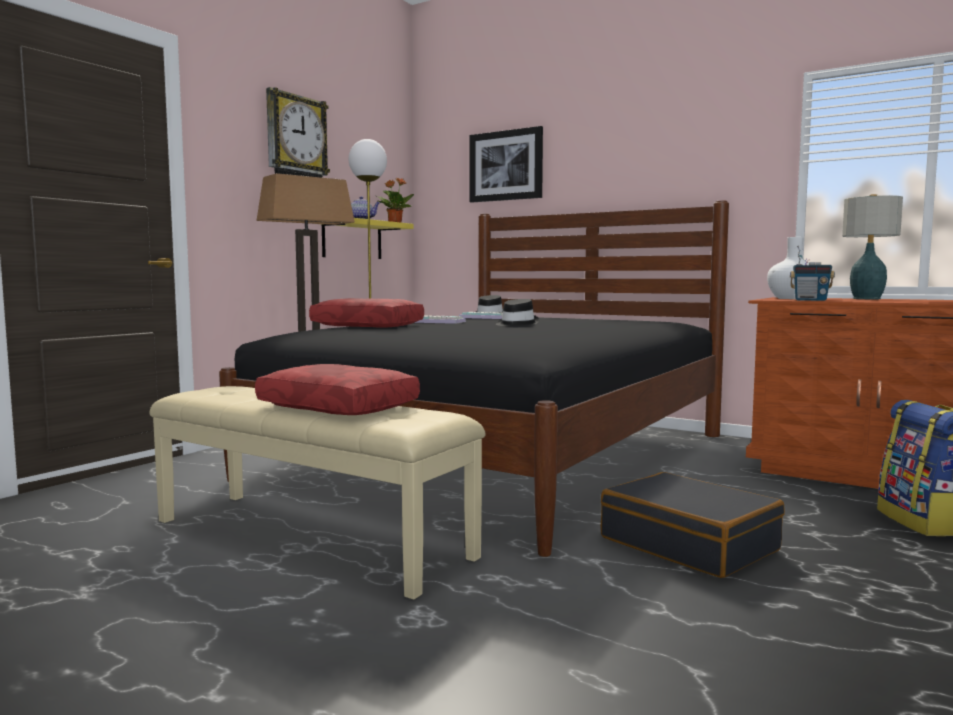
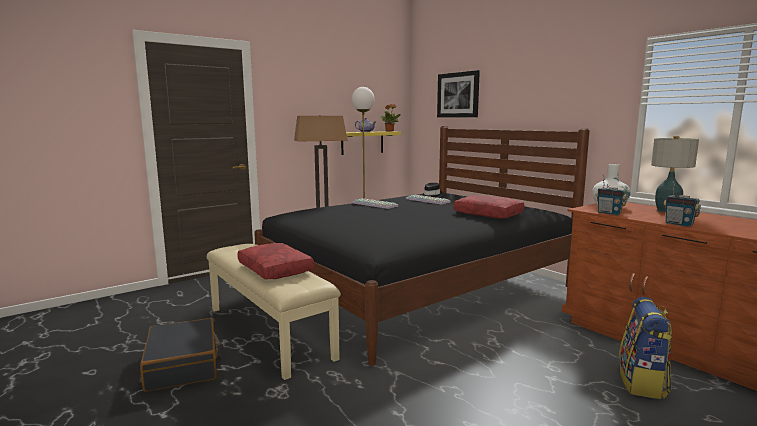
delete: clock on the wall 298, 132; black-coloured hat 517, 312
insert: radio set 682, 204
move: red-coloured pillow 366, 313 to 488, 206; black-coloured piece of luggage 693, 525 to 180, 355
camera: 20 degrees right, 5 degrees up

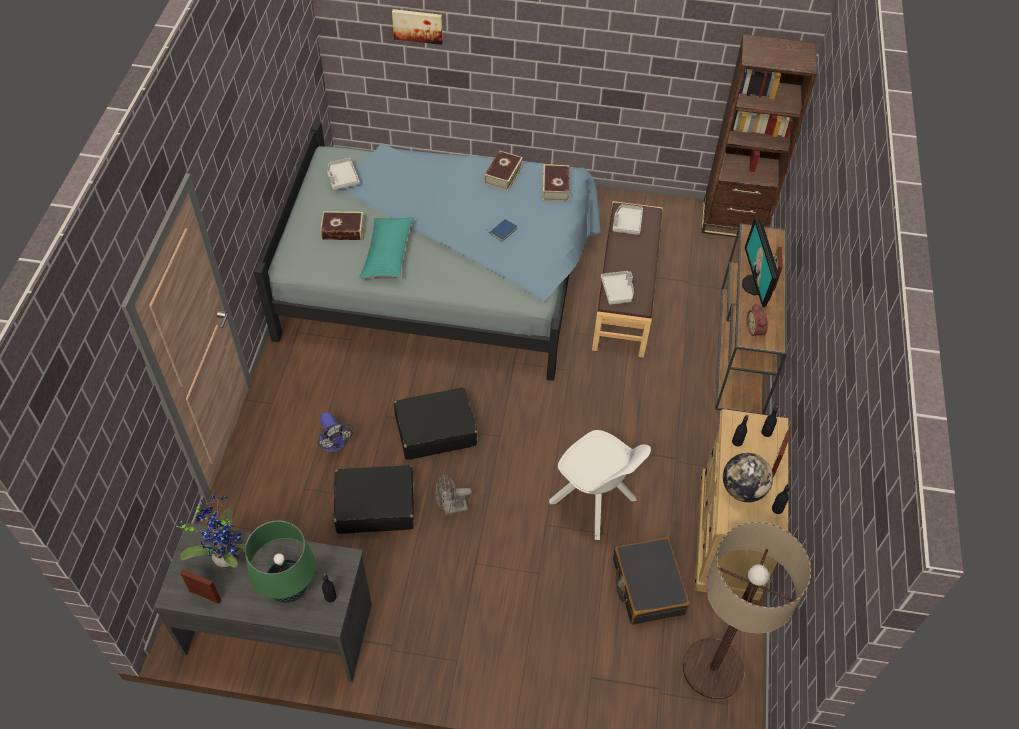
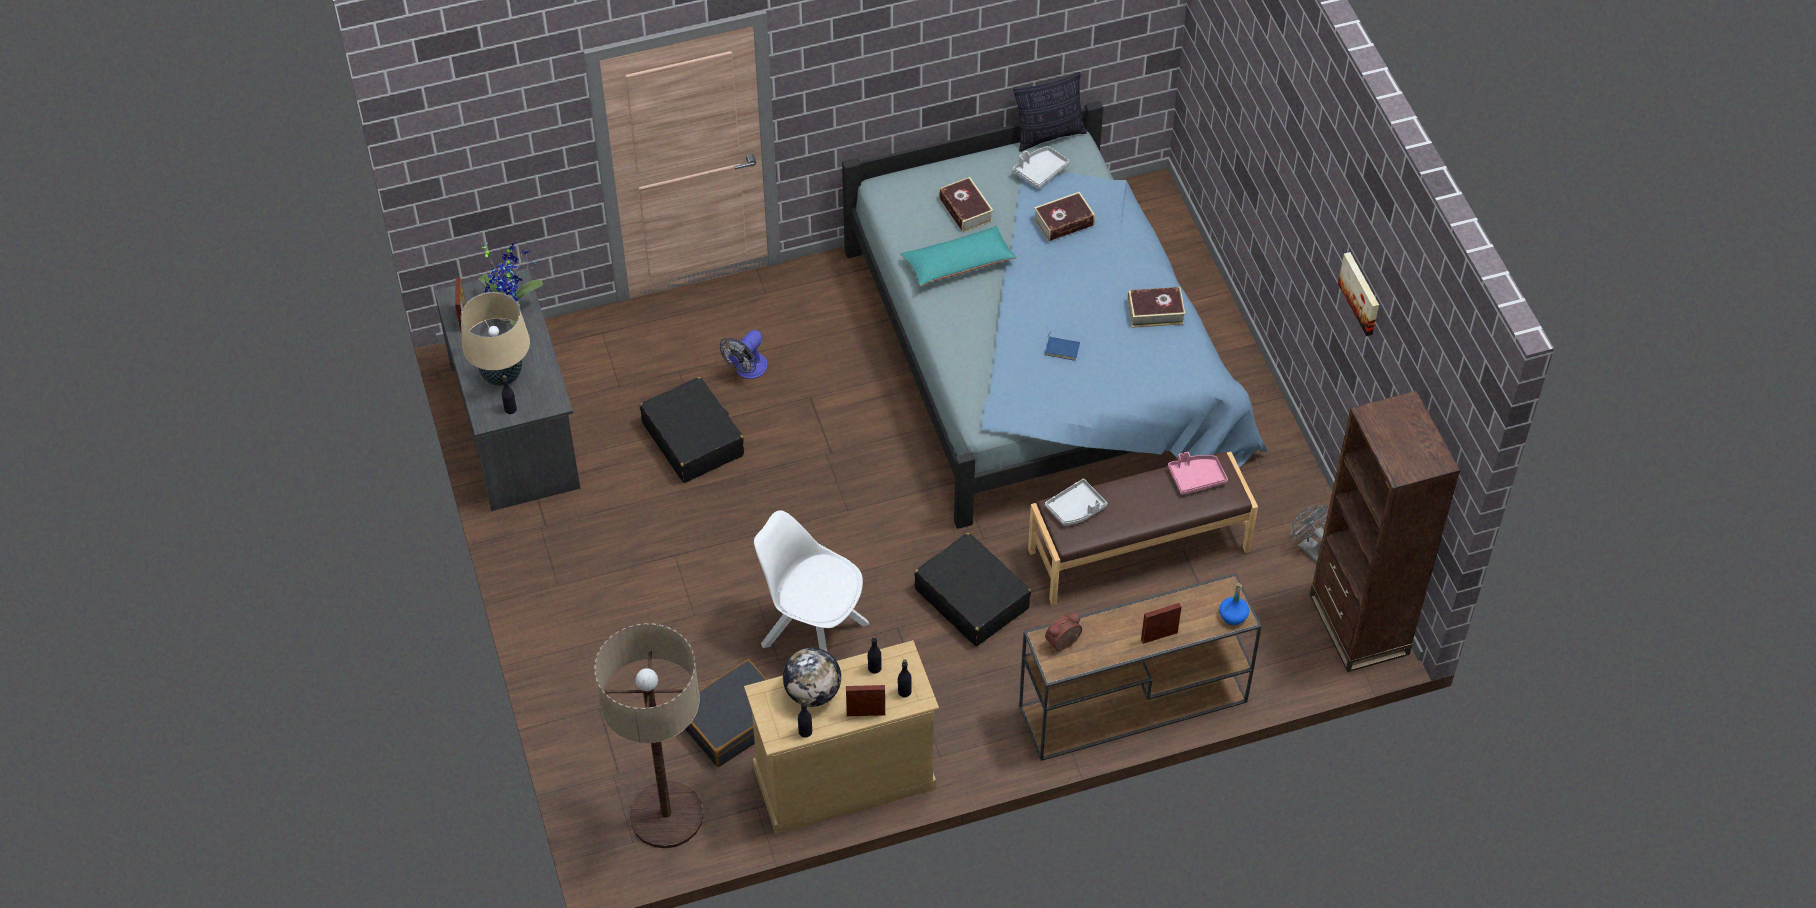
delete: computer display 760, 262
insert: pillow 1050, 112; blue bottle 1234, 604
move: wall picture 417, 27 to 1358, 294; bound book 556, 182 to 1064, 217; black-coloured piece of luggage 435, 423 to 972, 589; greyish fan 453, 494 to 1309, 534
recolor: greyish carrying tray 628, 219 to pink-coloured carrying tray 1198, 473; greenish tabletop lamp 280, 562 to sand-coloured tabletop lamp 495, 339
rotate: white-coloured plain chair 600, 485 = 812, 581 105 degrees clockwise
camera: 65 degrees right, 0 degrees up

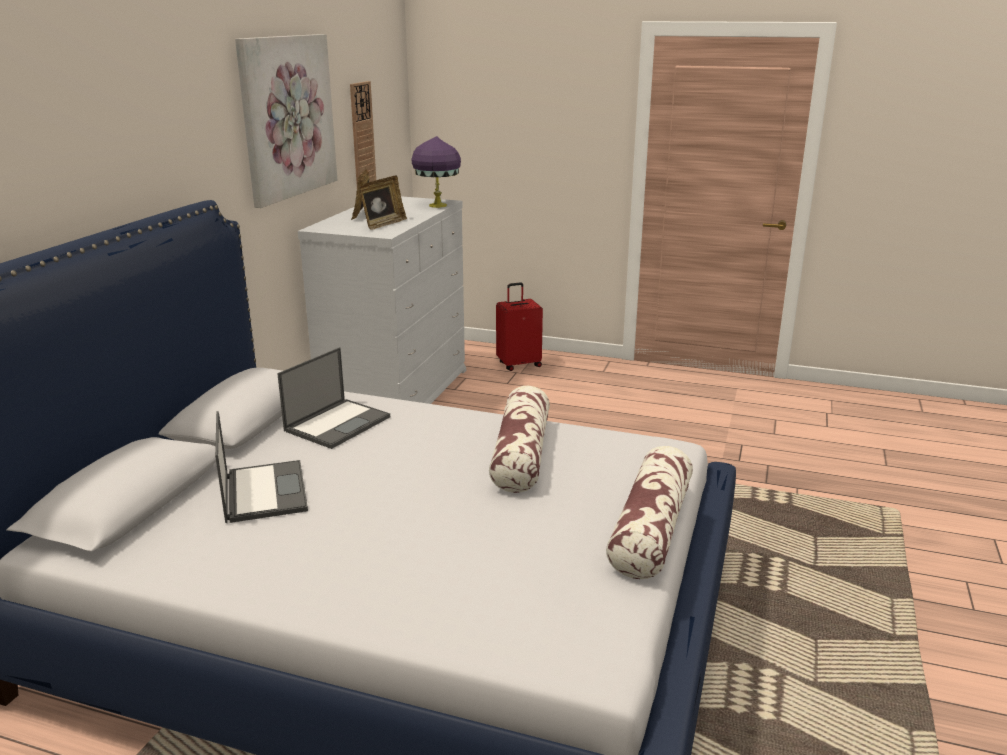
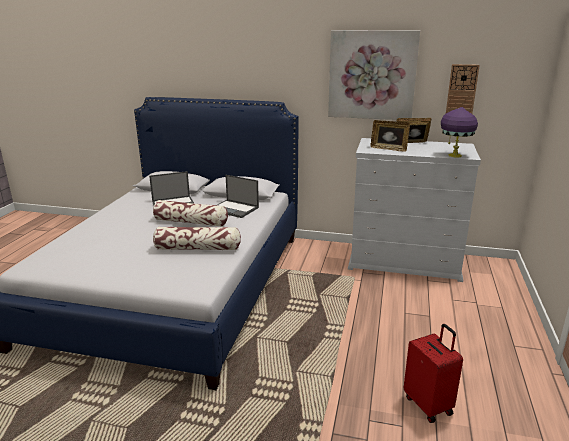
move: red-coloured piece of luggage 519, 326 to 433, 373; pillow 649, 512 to 190, 213
camera: 85 degrees right, 0 degrees up

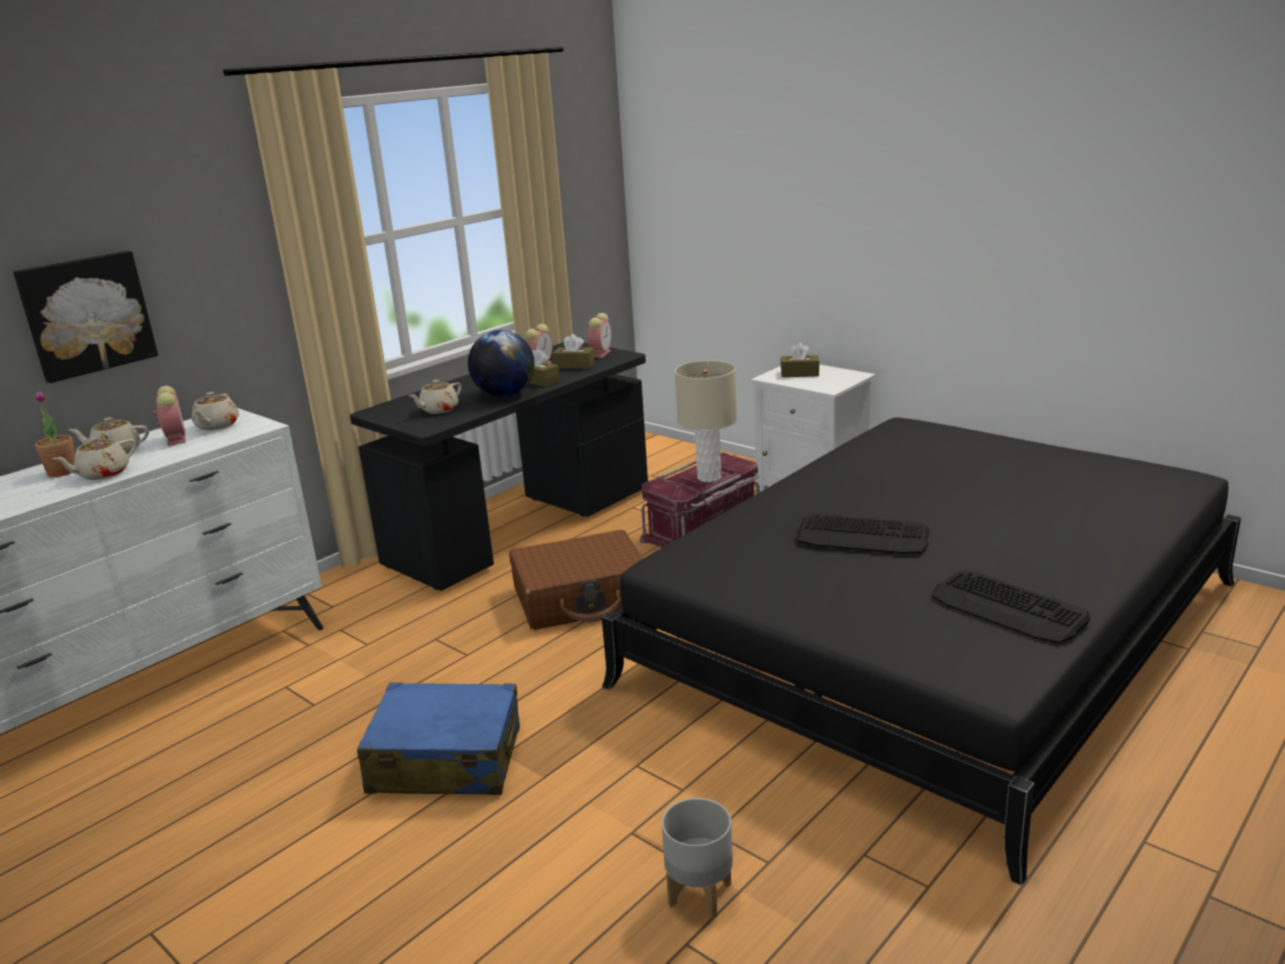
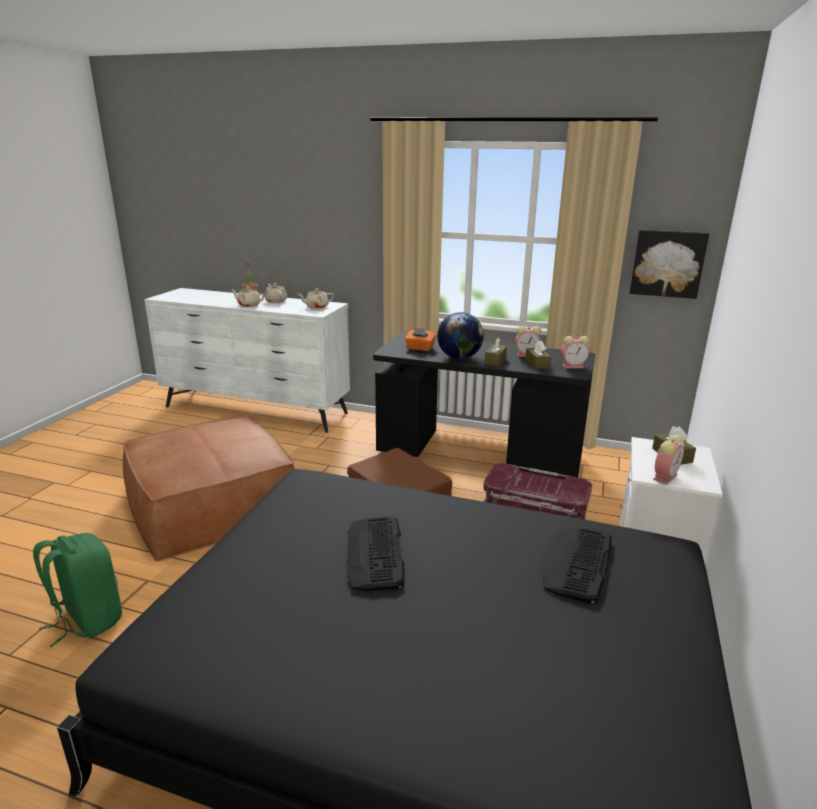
delete: sand-coloured tabletop lamp 706, 421
move: wall picture 85, 317 to 669, 264; table clock 169, 416 to 668, 459; keyboard 1010, 606 to 577, 565
replace: sand-coloured tea pot 435, 397 to orangey tissue box 420, 339; blue piece of luggage 438, 738 to brown-coloured footrest 209, 488; greyish plant pot 697, 858 to greenish rucksack 77, 590
camera: 65 degrees right, 0 degrees up

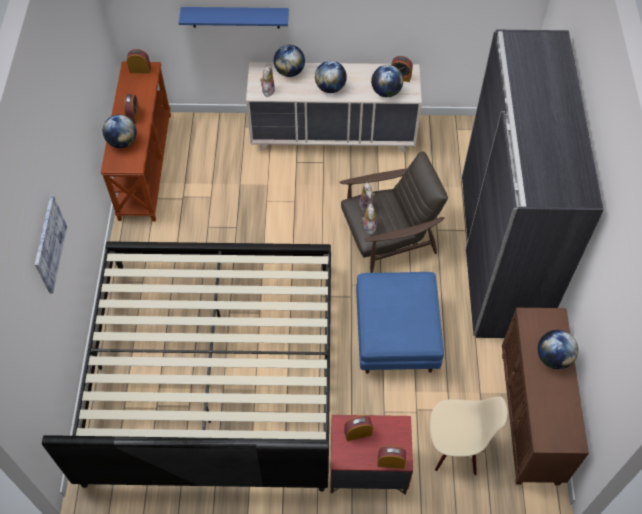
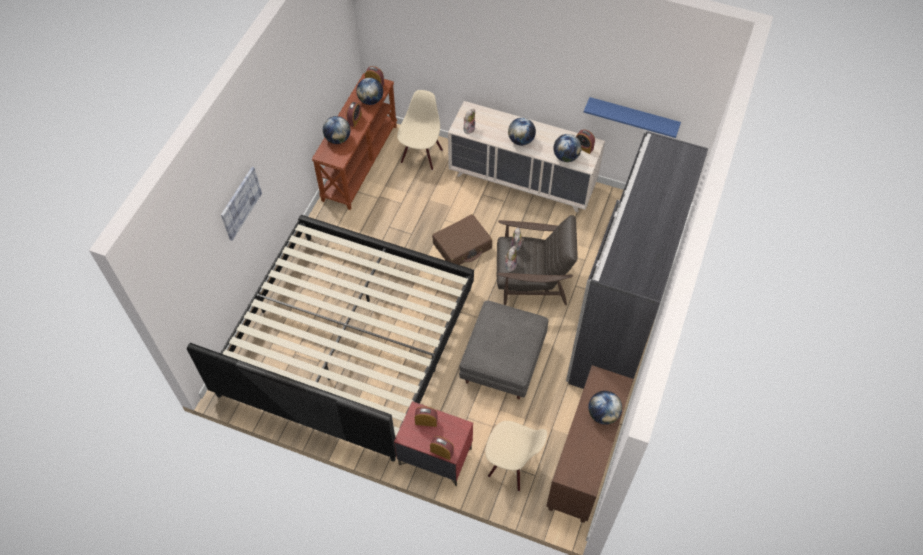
insert: sand-coloured plain chair 420, 130; brown-coloured piece of luggage 462, 239
move: blue bracket shelf 234, 17 to 632, 117; world globe 289, 61 to 369, 91
recolor: blue footrest 400, 323 to greyish footrest 503, 350
camera: 20 degrees right, 0 degrees up

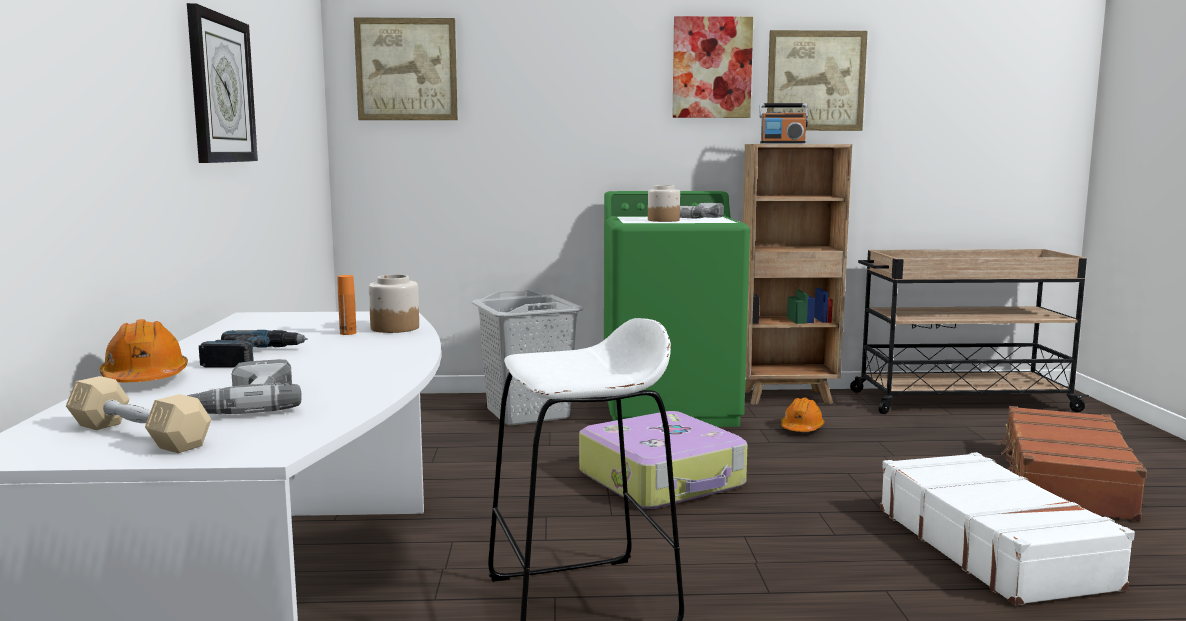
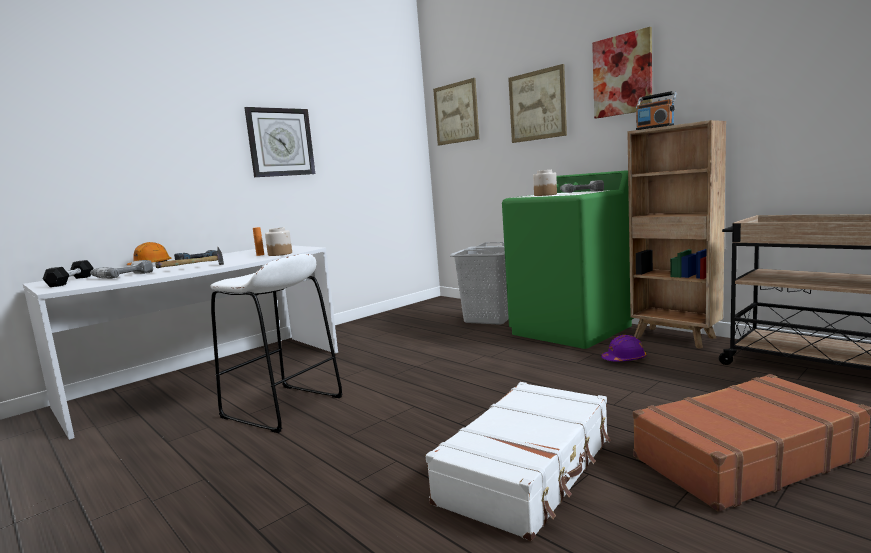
delete: piece of luggage 663, 460
insert: hammer 189, 257
move: wall picture 817, 80 to 537, 103
recolor: sand-coloured free weight 138, 414 to black-coloured free weight 68, 273; orangey safety helmet 803, 414 to purplish safety helmet 624, 348
camera: 50 degrees right, 0 degrees up

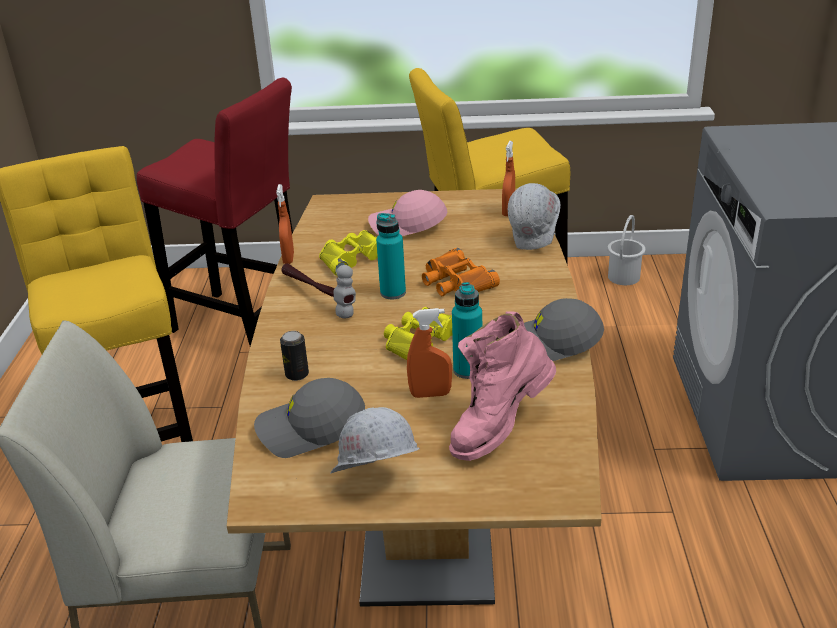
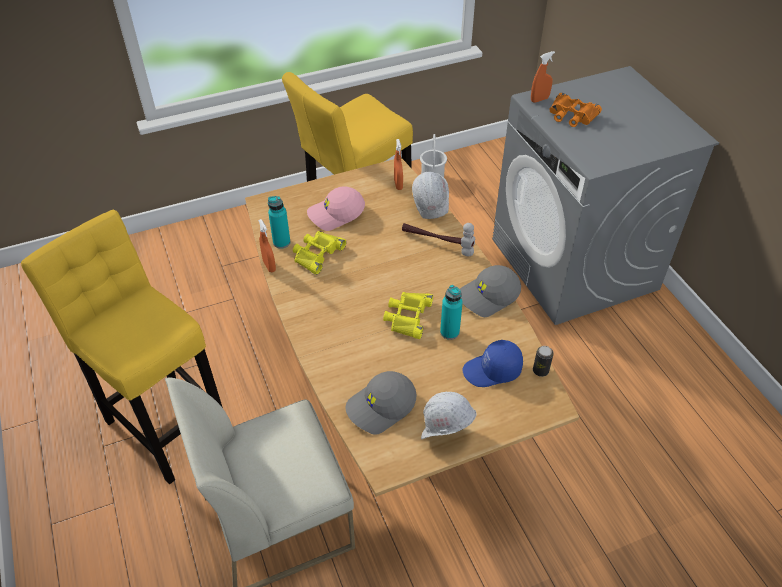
delete: red-coloured stool seat 215, 211
move: turquoise-coloured bottle 391, 256 to 279, 222; orangey pair of binoculars 461, 272 to 575, 110; hammer 318, 290 to 438, 239; orangey hand sprayer 429, 353 to 543, 77; metal can 294, 356 to 543, 361
replace: pink-coloured boot 502, 386 to blue cap 493, 363
camera: 25 degrees left, 15 degrees up

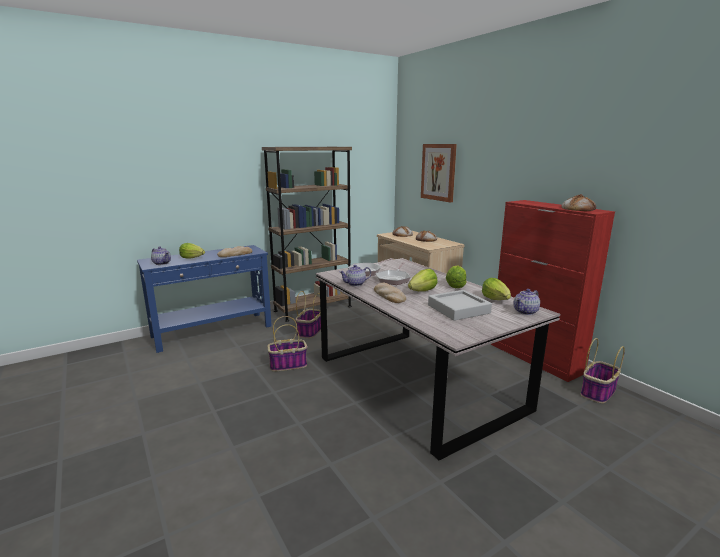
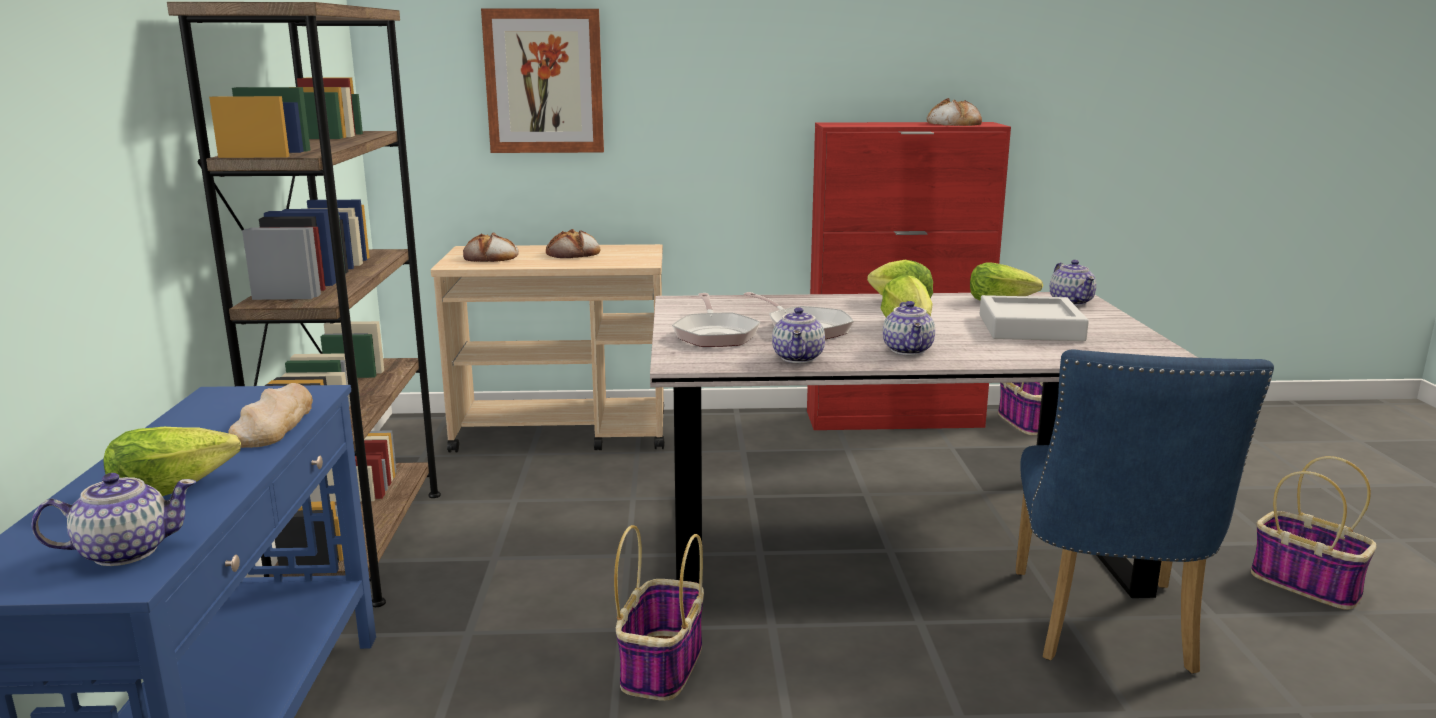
insert: blue plain chair 1144, 511
move: basket 308, 314 to 1314, 533
replace: bread 390, 293 to tea pot 909, 328
camera: 60 degrees left, 0 degrees up

